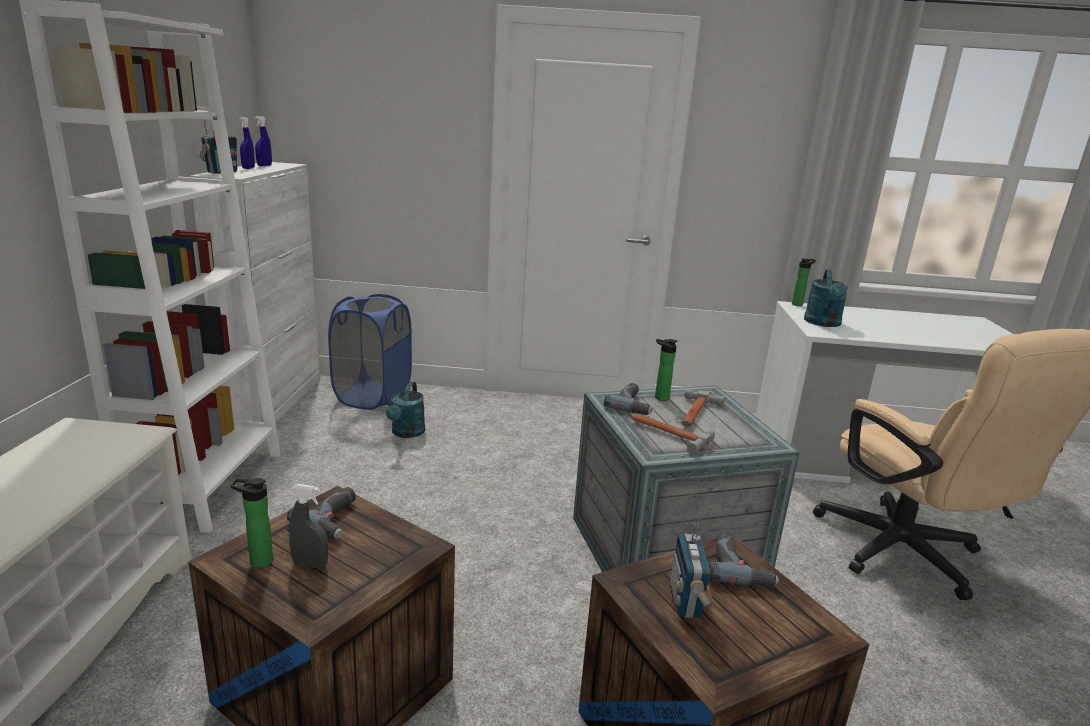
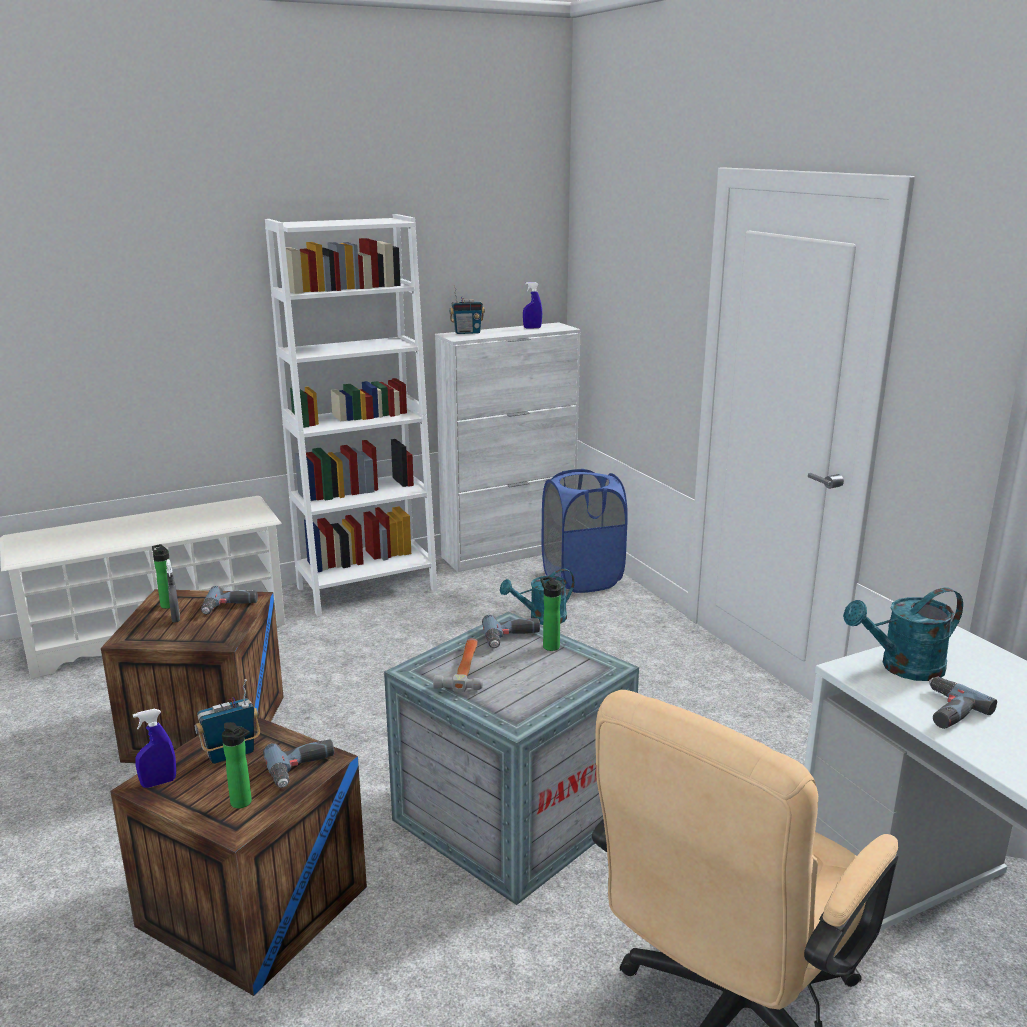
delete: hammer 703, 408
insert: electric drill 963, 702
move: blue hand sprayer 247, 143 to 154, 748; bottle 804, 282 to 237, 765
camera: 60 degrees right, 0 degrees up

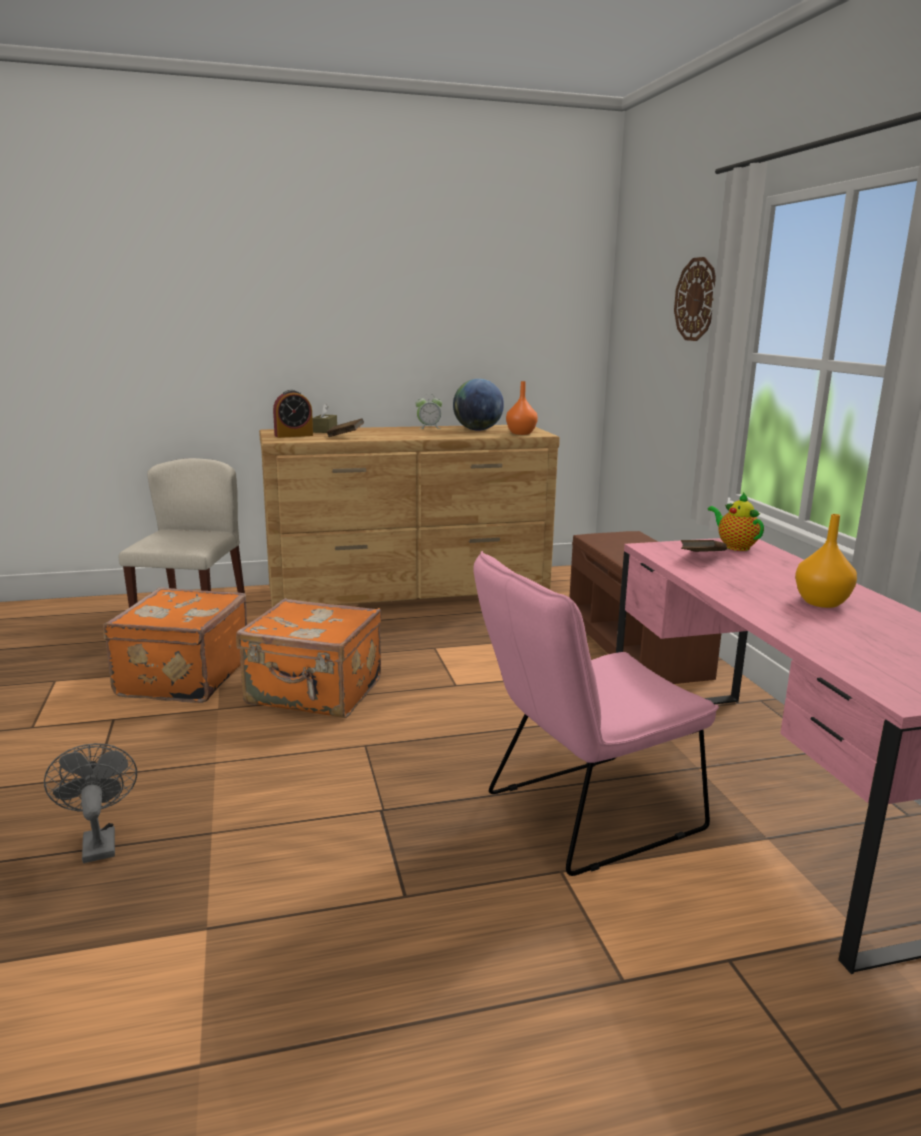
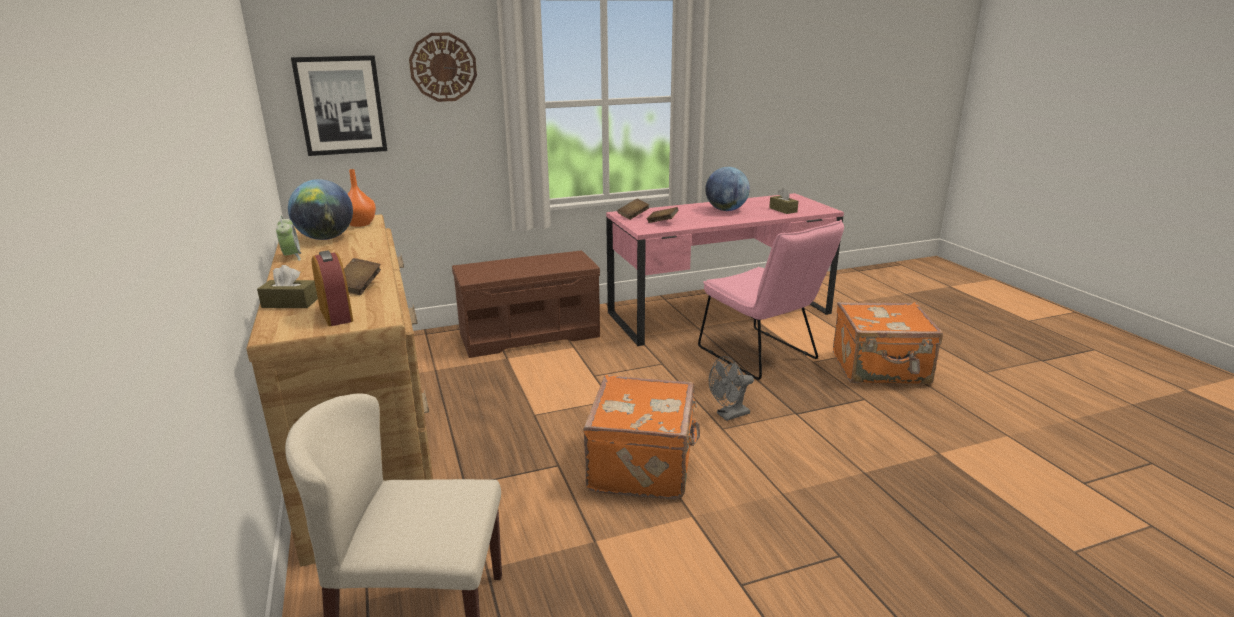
insert: wall picture 339, 105; brown-coloured tissue box 783, 201
move: orangey piece of luggage 175, 645 to 888, 343; greyish fan 90, 803 to 731, 388
replace: tea pot 736, 521 to brown-coloured bound book 633, 209; orangey flower vase 826, 561 to world globe 727, 189
camera: 95 degrees left, 5 degrees up

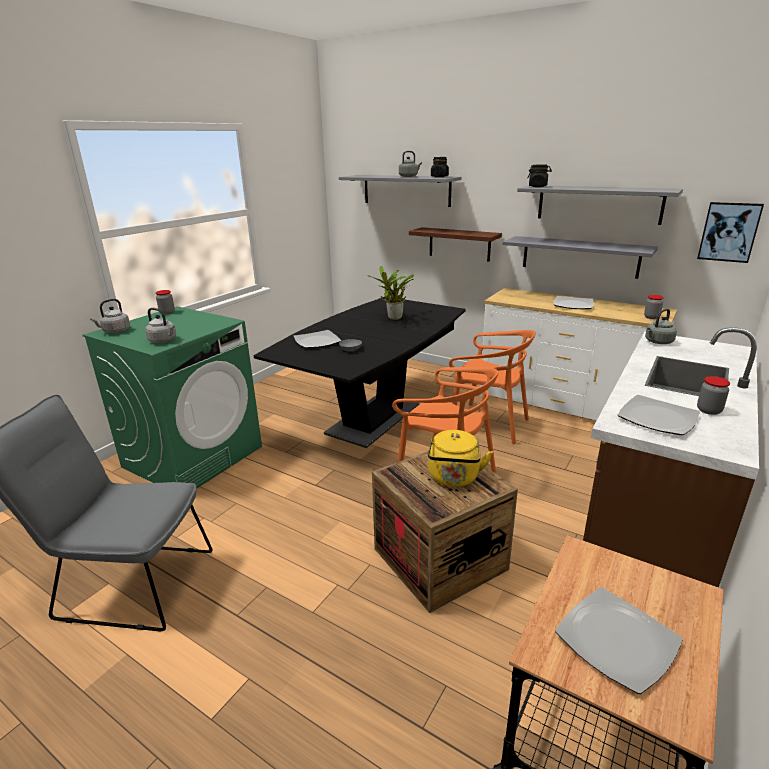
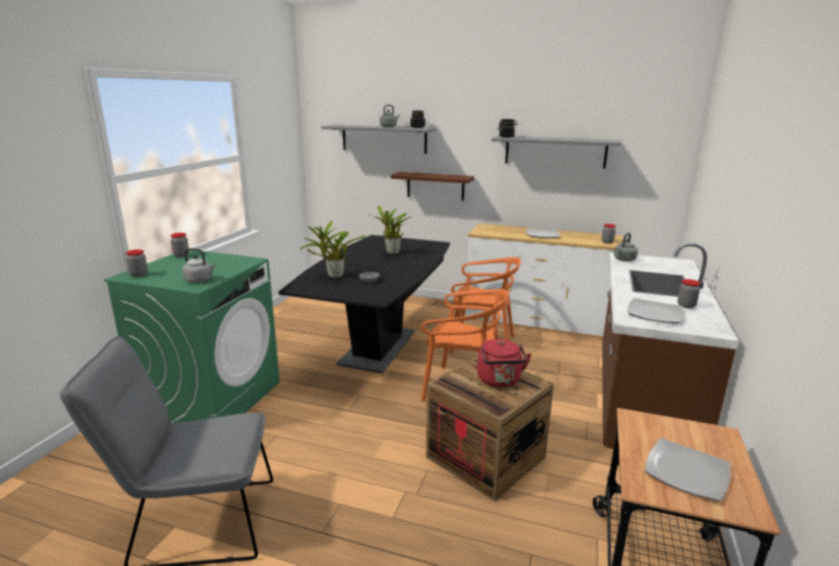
delete: wall picture 730, 232; greyish bracket shelf 580, 257
replace: greyish water kettle 110, 316 to jar 137, 263; plate 317, 339 to houseplant 333, 249
recolor: yellow water kettle 460, 458 to red-coloured water kettle 504, 363
camera: 15 degrees left, 5 degrees down

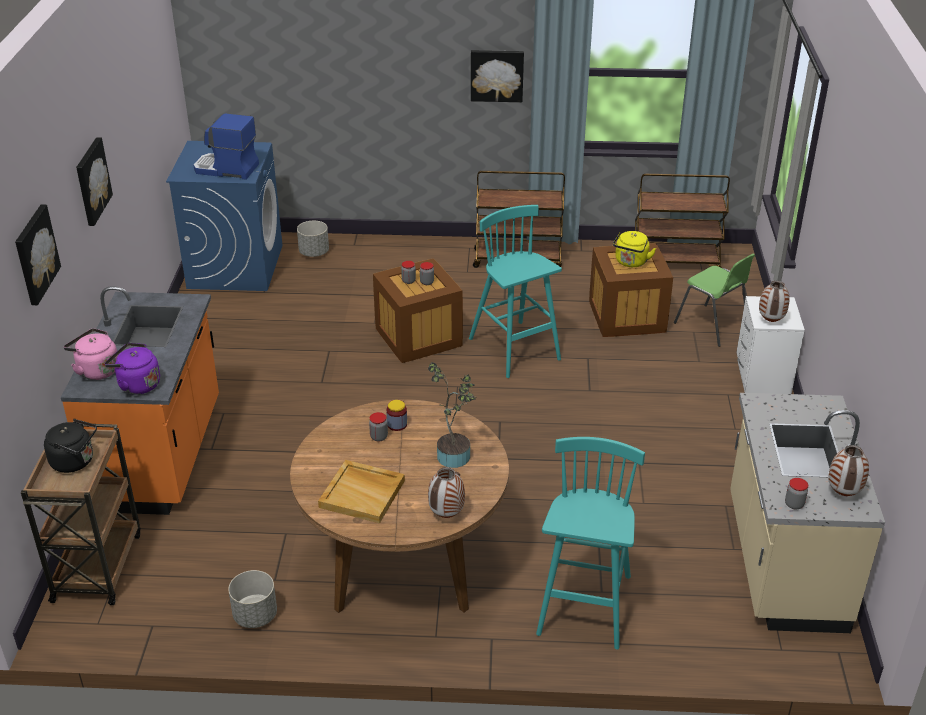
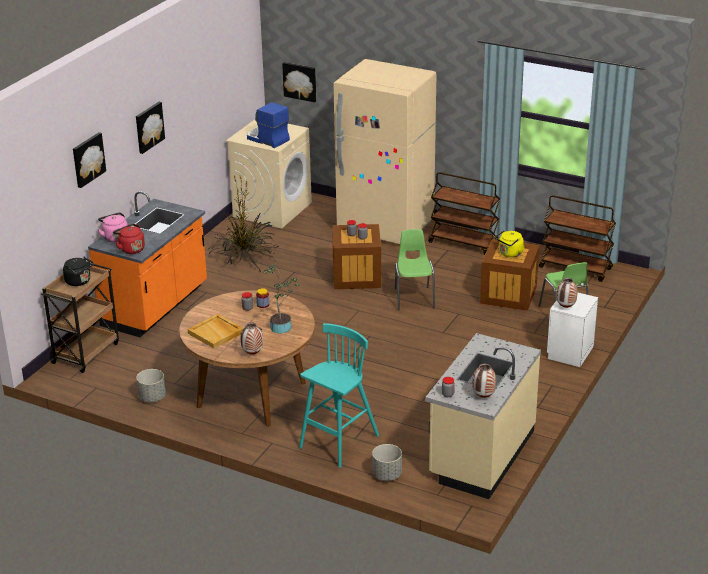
insert: sand-coloured fridge 385, 151; houseplant 244, 224
move: wall picture 497, 76 to 299, 82; greyish plant pot 313, 239 to 387, 462
replace: turquoise-coloured stool seat 515, 291 to greenish plain chair 415, 270
recolor: blue laundry machine 224, 216 to sand-coloured laundry machine 269, 174; purplish water kettle 132, 369 to red-coloured water kettle 129, 239
camera: 25 degrees right, 5 degrees down

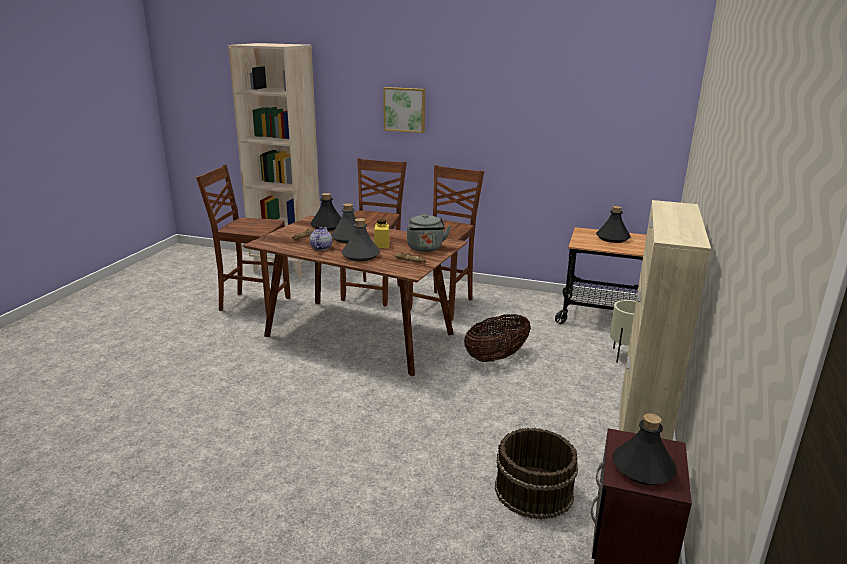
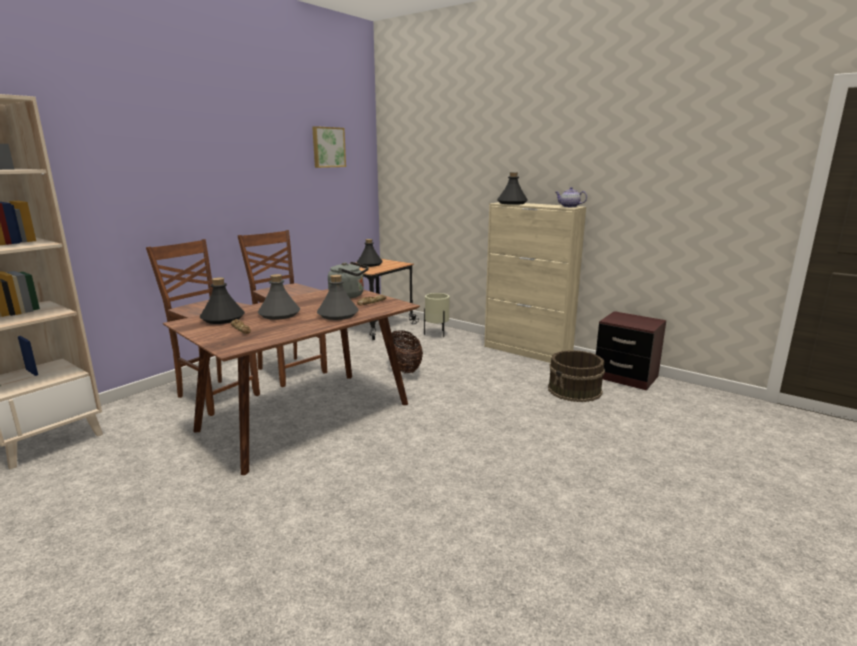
delete: brown-coloured plain chair 243, 240; yellow jar 382, 233
move: wall picture 404, 110 to 329, 147; tea pot 321, 238 to 571, 197; black-coloured bottle 645, 449 to 512, 188
camera: 70 degrees left, 5 degrees down

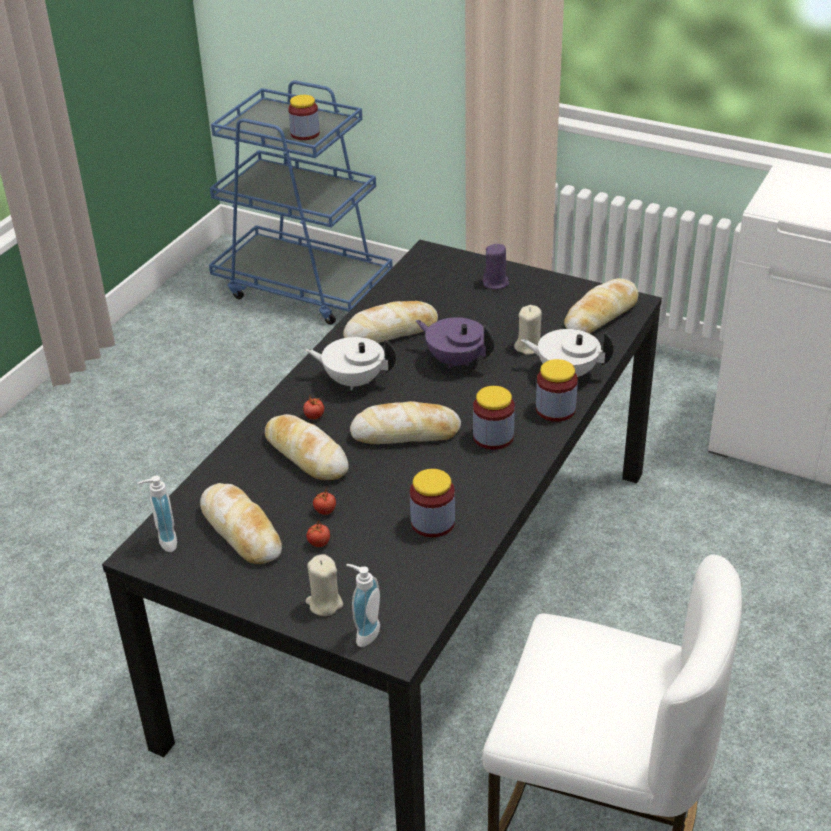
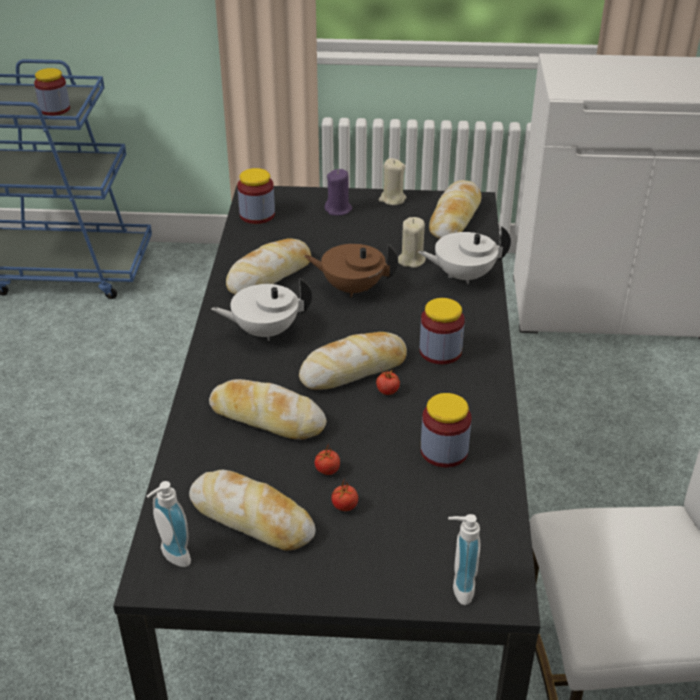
move: jar 557, 390 to 256, 196; whole tomato 313, 407 to 388, 381; sand-coloured wax light 324, 585 to 392, 181
recolor: purplish tea pot 455, 343 to brown-coloured tea pot 351, 270
camera: 25 degrees left, 0 degrees up

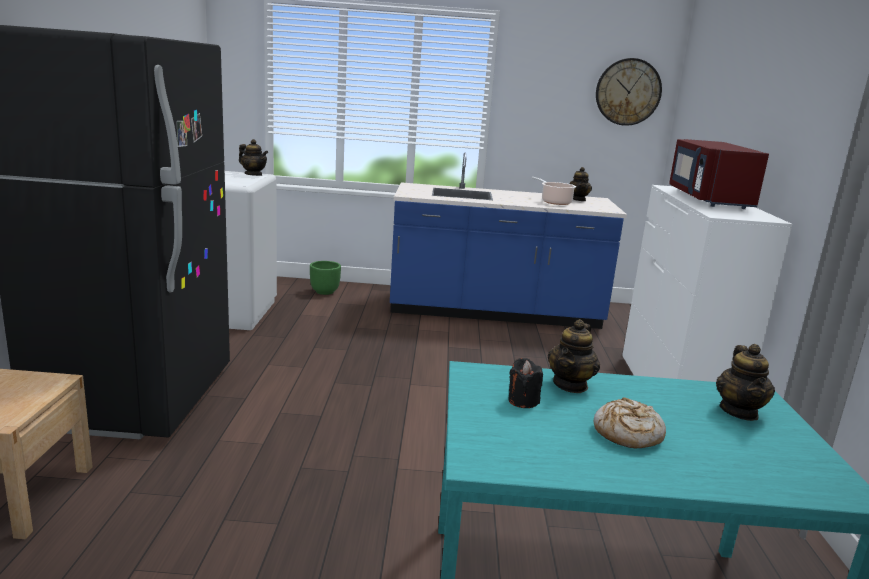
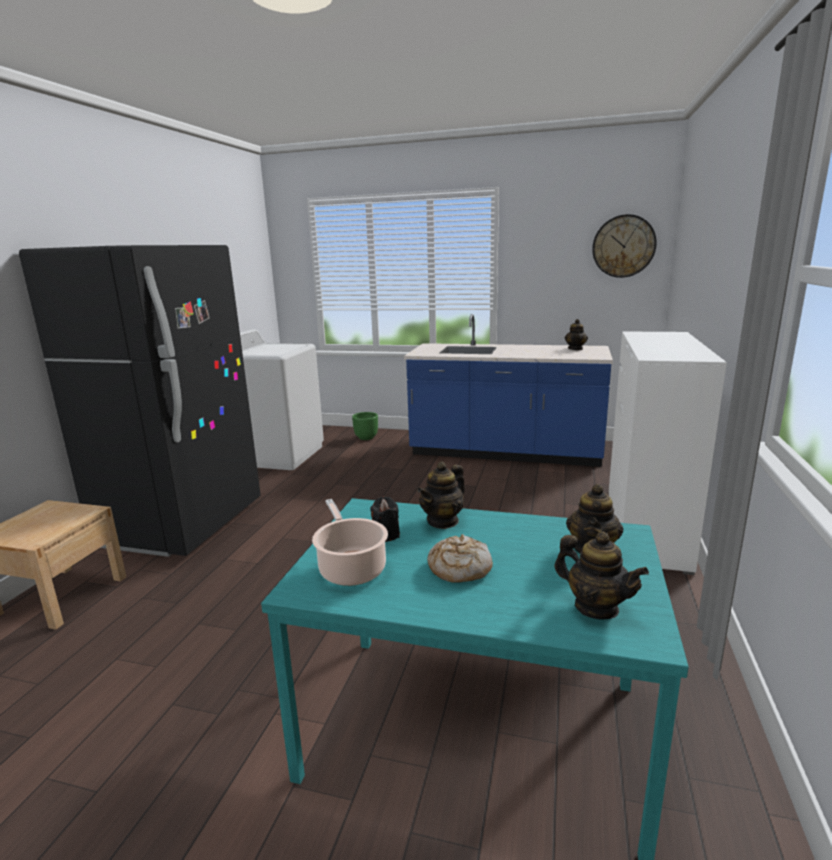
delete: red-coloured microwave 719, 174
move: tea pot 253, 157 to 601, 575; cooking pot 553, 191 to 350, 542
camera: 15 degrees right, 0 degrees up

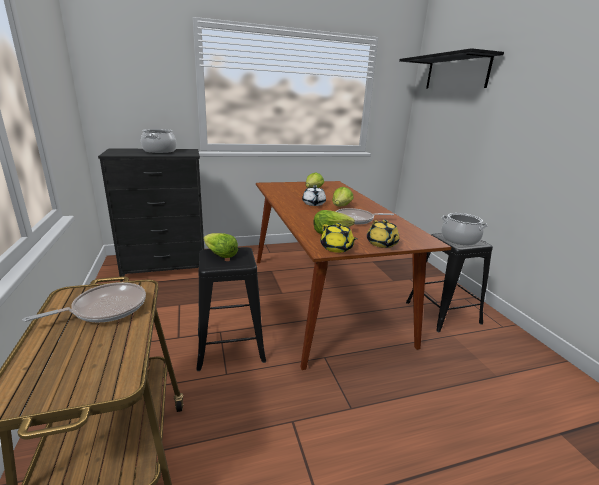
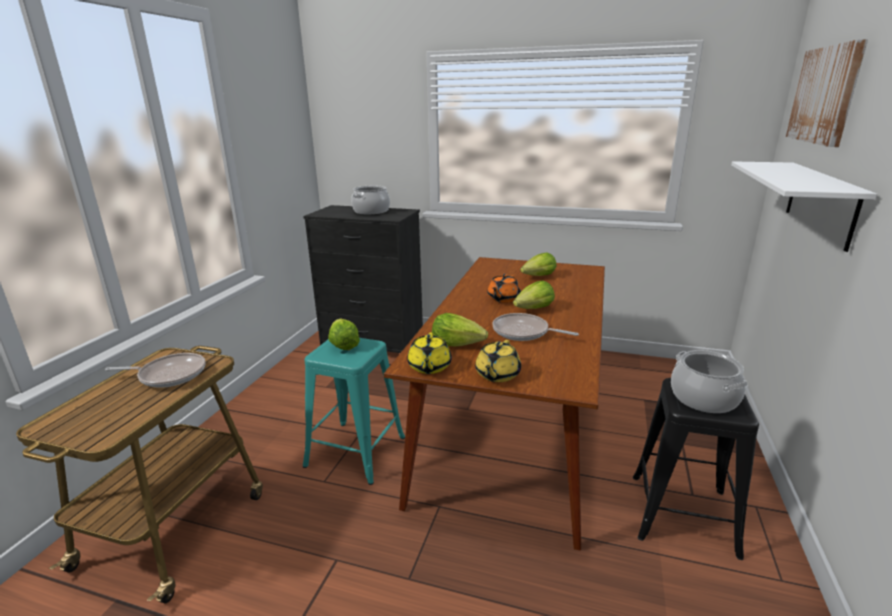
insert: white-coloured bracket shelf 804, 206
replace: black-coloured bracket shelf 451, 68 to wall picture 827, 93
recolor: white-coloured tea pot 314, 195 to orangey tea pot 504, 288; black-coloured stool seat 231, 309 to turquoise-coloured stool seat 354, 411
camera: 35 degrees right, 0 degrees up

